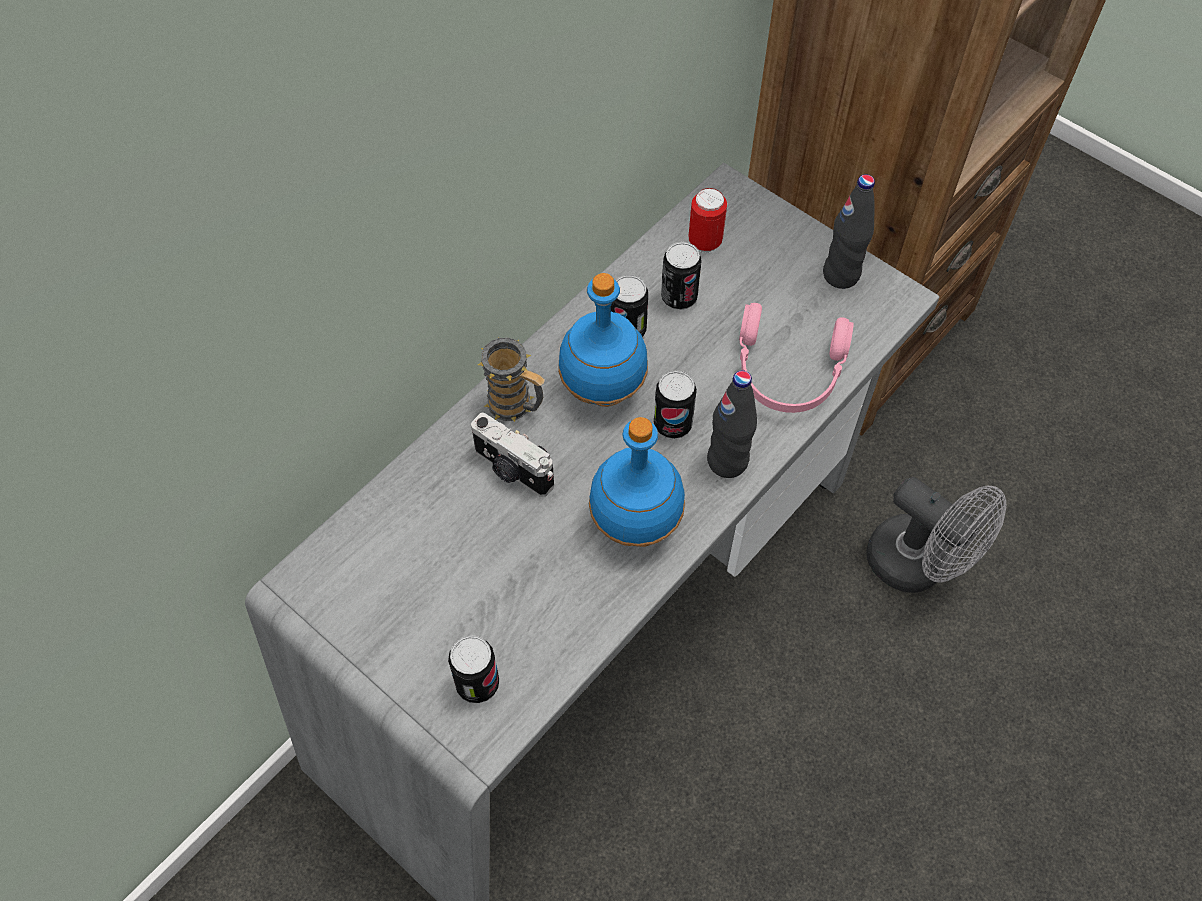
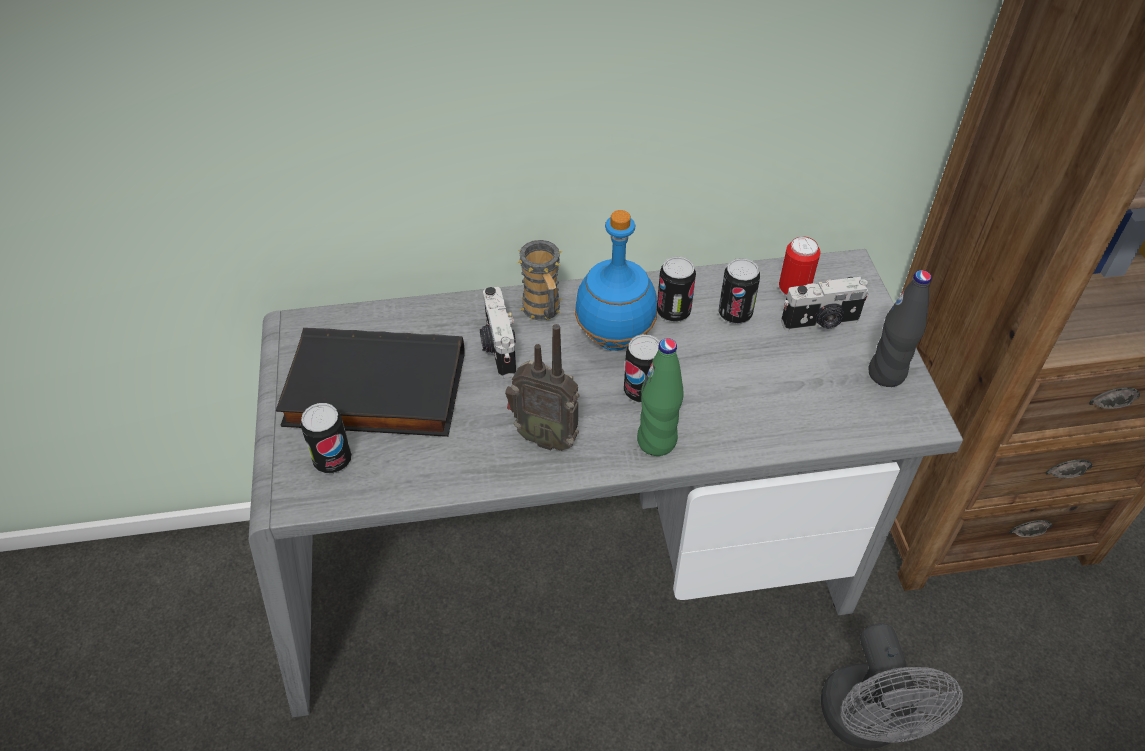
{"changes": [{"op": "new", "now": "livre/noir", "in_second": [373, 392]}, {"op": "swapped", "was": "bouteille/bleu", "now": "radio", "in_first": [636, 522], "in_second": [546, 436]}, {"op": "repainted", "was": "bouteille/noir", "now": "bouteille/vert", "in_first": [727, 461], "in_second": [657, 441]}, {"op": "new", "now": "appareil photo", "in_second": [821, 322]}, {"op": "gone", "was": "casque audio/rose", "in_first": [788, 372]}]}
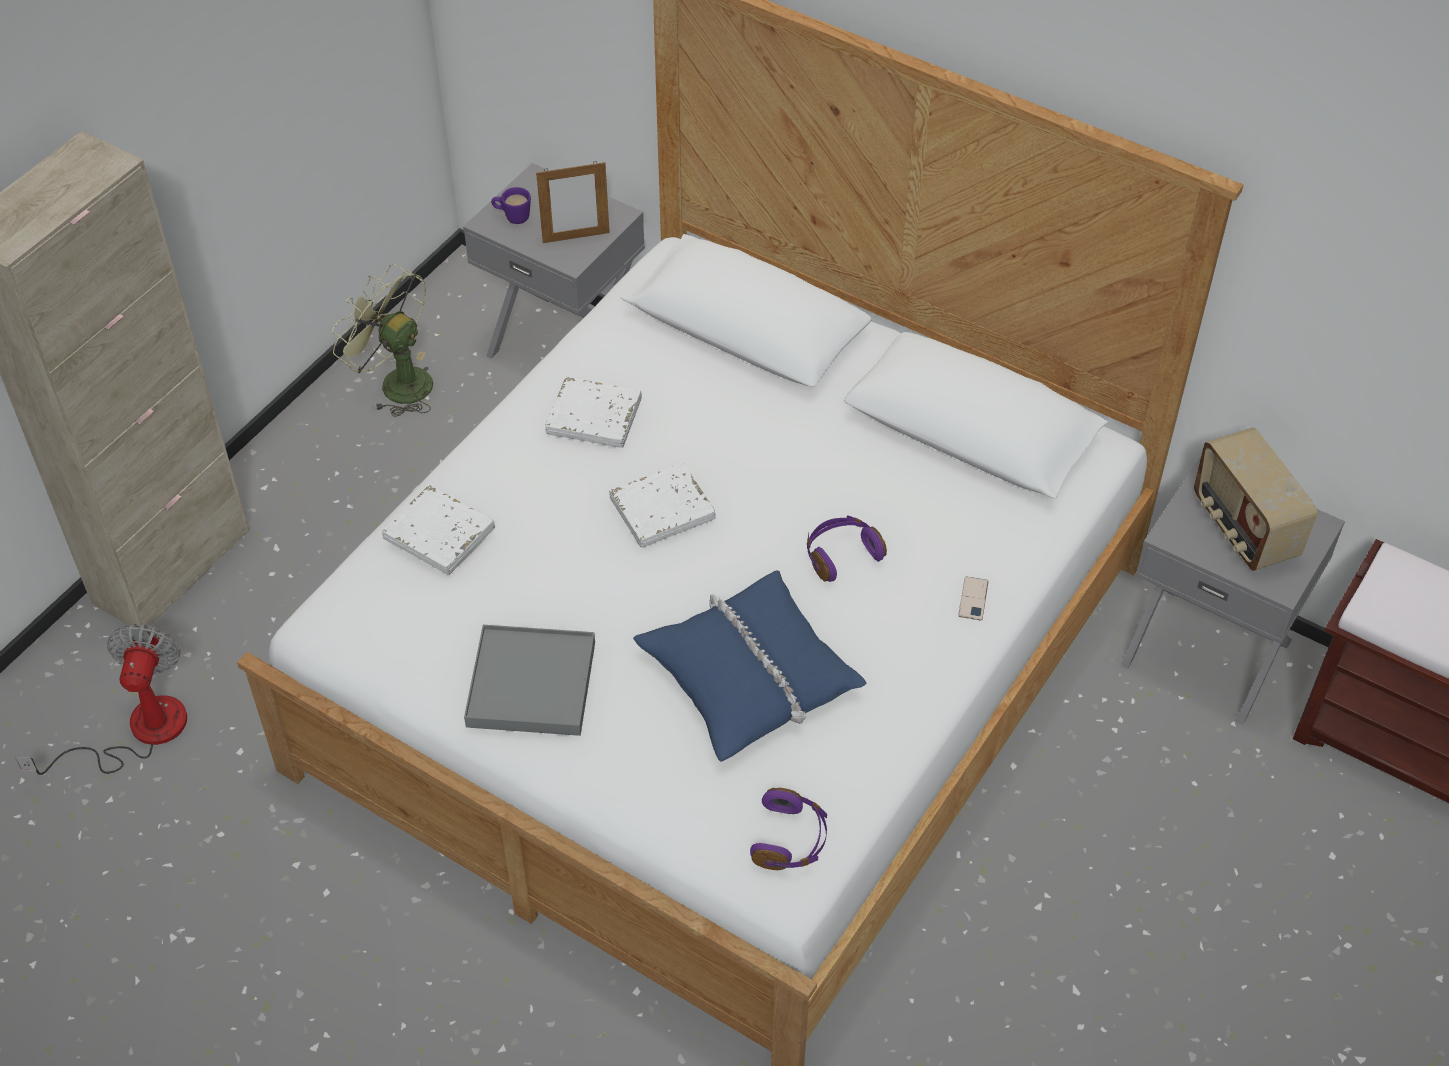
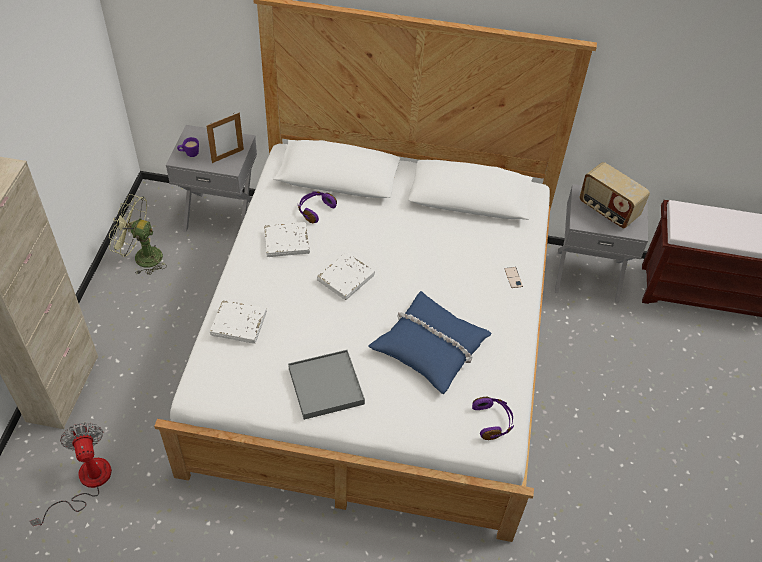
{"changes": [{"op": "shifted", "was": "casque audio/violet", "in_first": [841, 554], "in_second": [315, 210]}]}
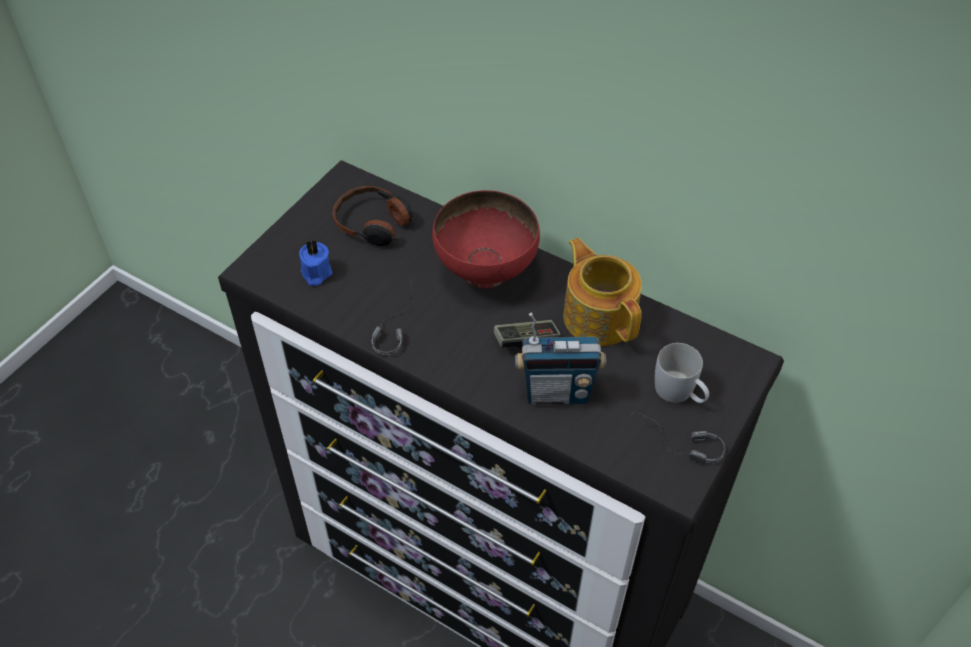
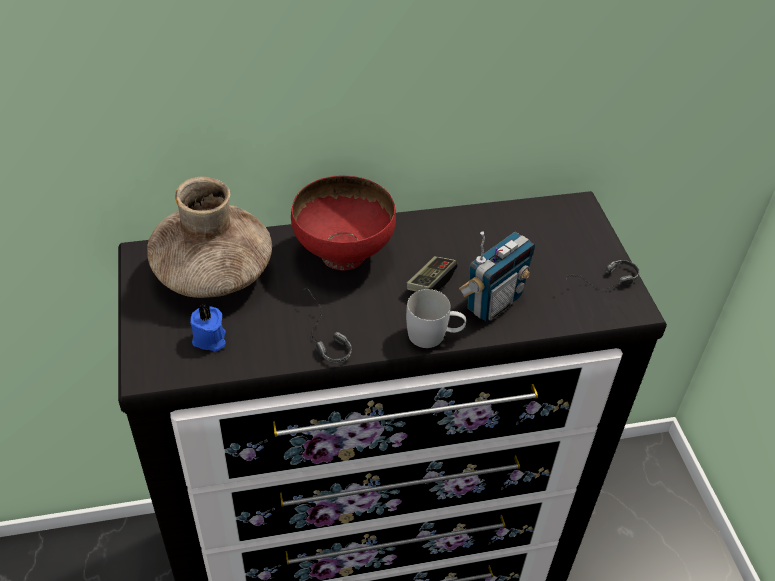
{"changes": [{"op": "swapped", "was": "casque audio", "now": "vase/marron", "in_first": [374, 224], "in_second": [213, 273]}, {"op": "shifted", "was": "mug/blanc", "in_first": [679, 393], "in_second": [434, 336]}, {"op": "gone", "was": "théière", "in_first": [599, 316]}]}
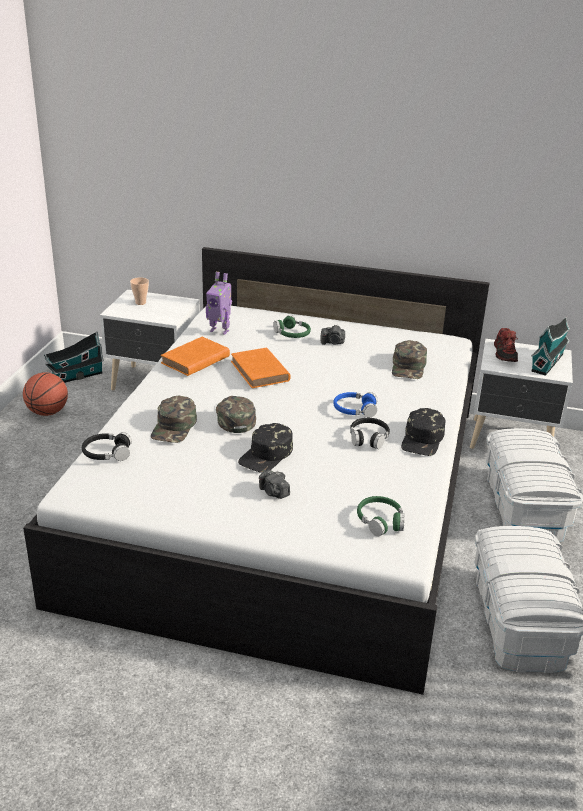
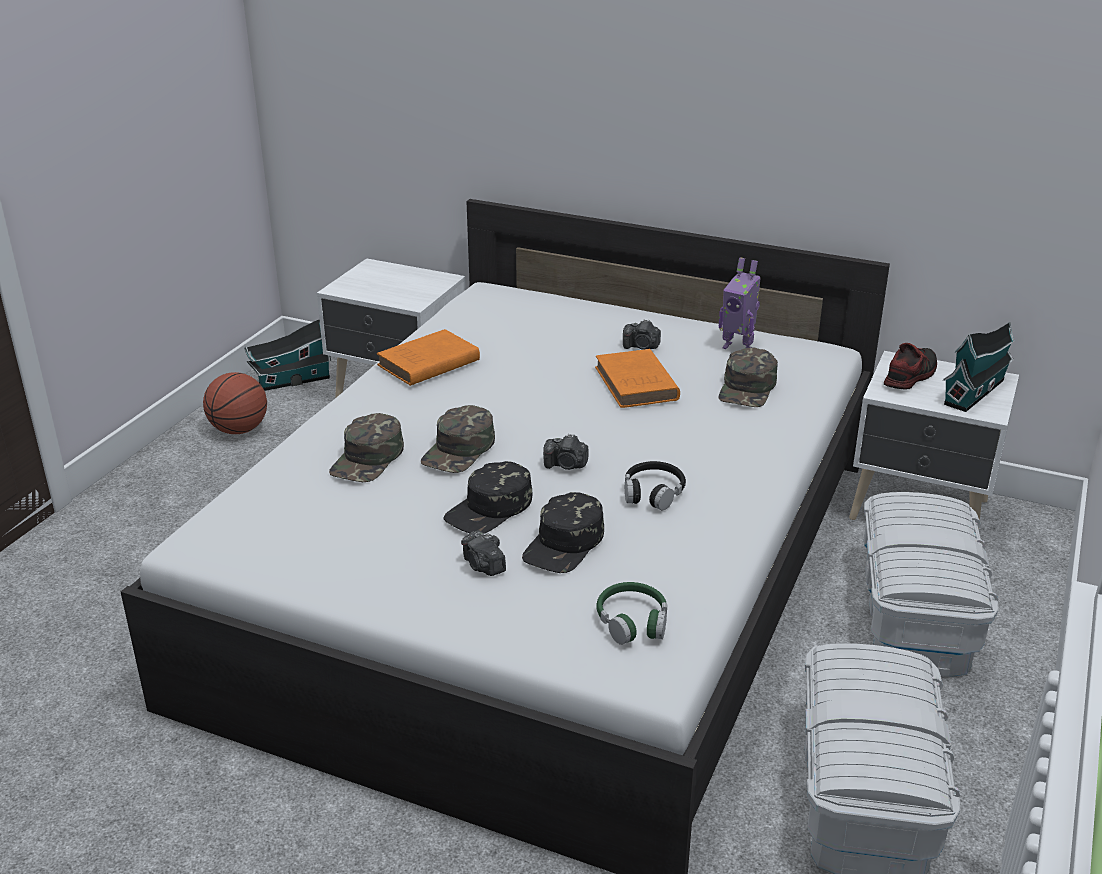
{"changes": [{"op": "rotated", "was": "casquette/vert", "in_first": [234, 417], "in_second": [459, 450], "clockwise": -150}, {"op": "shifted", "was": "casquette/noir", "in_first": [423, 439], "in_second": [565, 544]}, {"op": "new", "now": "appareil photo", "in_second": [566, 465]}, {"op": "shifted", "was": "livre/orange", "in_first": [260, 372], "in_second": [637, 385]}, {"op": "shifted", "was": "robot jouet", "in_first": [220, 330], "in_second": [737, 347]}, {"op": "rotated", "was": "chaussure", "in_first": [505, 354], "in_second": [909, 376], "clockwise": -150}, {"op": "gone", "was": "casque audio/noir", "in_first": [107, 453]}, {"op": "gone", "was": "tasse", "in_first": [140, 303]}, {"op": "gone", "was": "casque audio/vert", "in_first": [292, 334]}, {"op": "gone", "was": "casque audio/bleu", "in_first": [354, 410]}]}
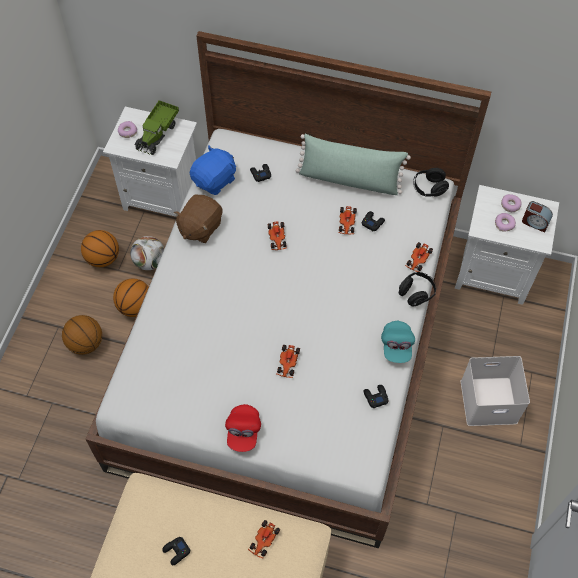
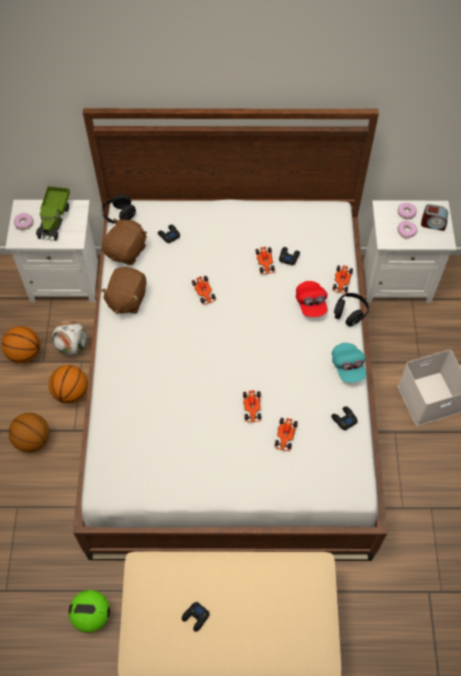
{"changes": [{"op": "new", "now": "ballon de foot", "in_second": [91, 615]}, {"op": "shifted", "was": "casque audio/noir", "in_first": [429, 188], "in_second": [119, 216]}, {"op": "repainted", "was": "peluche/bleu", "now": "peluche/marron", "in_first": [215, 180], "in_second": [127, 251]}, {"op": "shifted", "was": "petite voiture", "in_first": [263, 540], "in_second": [285, 436]}, {"op": "shifted", "was": "casquette/rouge", "in_first": [243, 431], "in_second": [311, 304]}, {"op": "gone", "was": "coussin/vert", "in_first": [349, 179]}]}
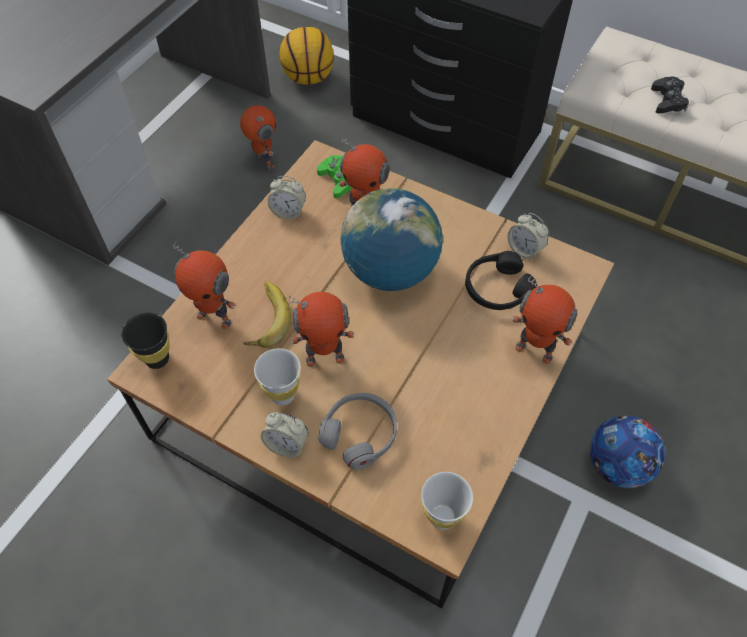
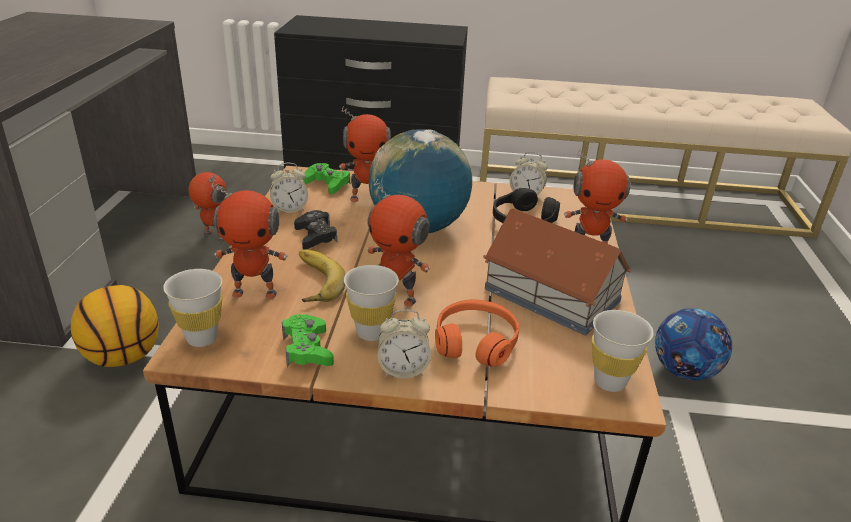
{"changes": [{"op": "shifted", "was": "ballon de basket", "in_first": [308, 78], "in_second": [123, 356]}, {"op": "repainted", "was": "tasse/noir", "now": "tasse/blanc", "in_first": [157, 359], "in_second": [202, 338]}, {"op": "new", "now": "manette/vert", "in_second": [307, 349]}, {"op": "shifted", "was": "manette/noir", "in_first": [667, 100], "in_second": [315, 236]}, {"op": "rotated", "was": "robot jouet", "in_first": [325, 357], "in_second": [397, 296], "clockwise": 60}, {"op": "repainted", "was": "casque audio/gris", "now": "casque audio/orange", "in_first": [360, 433], "in_second": [476, 341]}, {"op": "new", "now": "maison miniature", "in_second": [552, 296]}]}
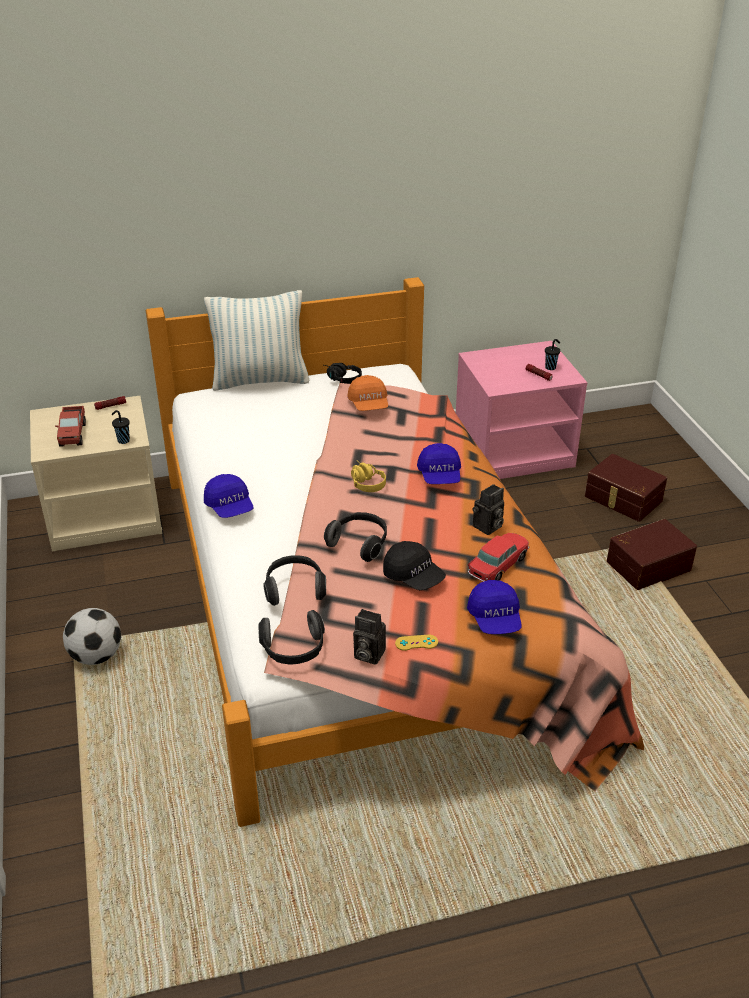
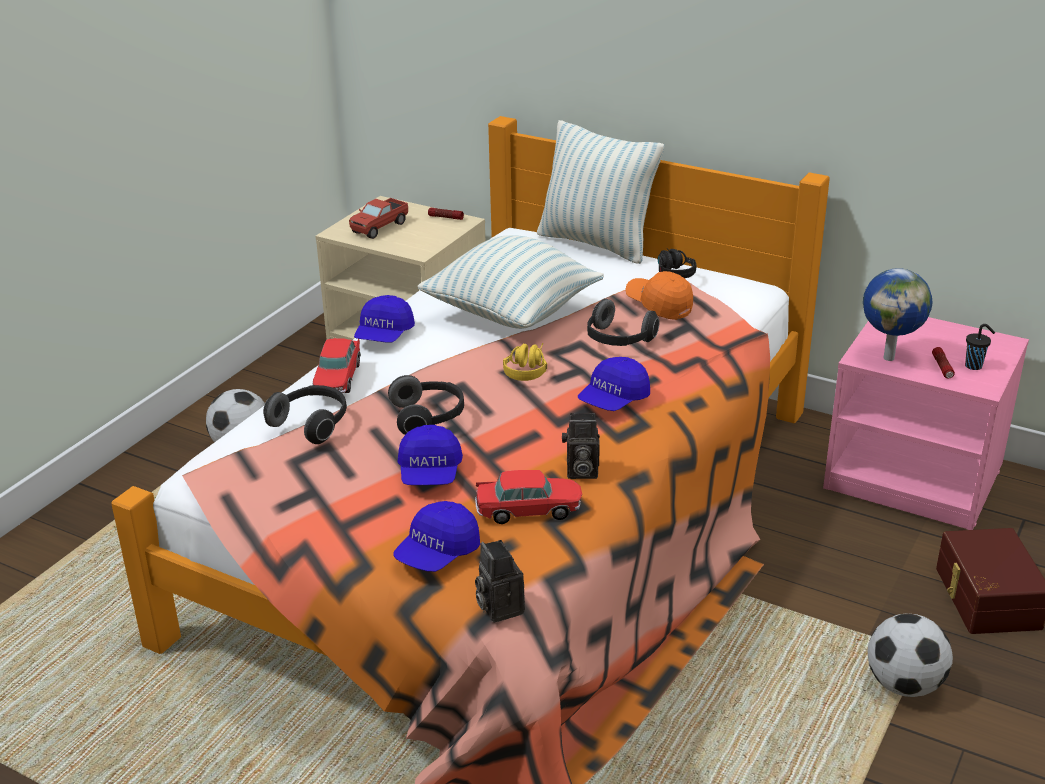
{"changes": [{"op": "new", "now": "petite voiture", "in_second": [338, 378]}, {"op": "repainted", "was": "casquette/noir", "now": "casquette/bleu", "in_first": [413, 577], "in_second": [430, 473]}, {"op": "new", "now": "coussin", "in_second": [511, 315]}, {"op": "shifted", "was": "appareil photo", "in_first": [367, 654], "in_second": [498, 607]}, {"op": "shifted", "was": "casque audio", "in_first": [293, 650], "in_second": [618, 340]}, {"op": "rotated", "was": "casquette/orange", "in_first": [369, 405], "in_second": [658, 305], "clockwise": 105}, {"op": "new", "now": "globe", "in_second": [889, 357]}, {"op": "swapped", "was": "boîte de rangement/marron", "now": "ballon de foot", "in_first": [647, 565], "in_second": [904, 685]}, {"op": "gone", "was": "tasse/noir", "in_first": [123, 440]}, {"op": "gone", "was": "manette/jaune", "in_first": [416, 643]}]}
